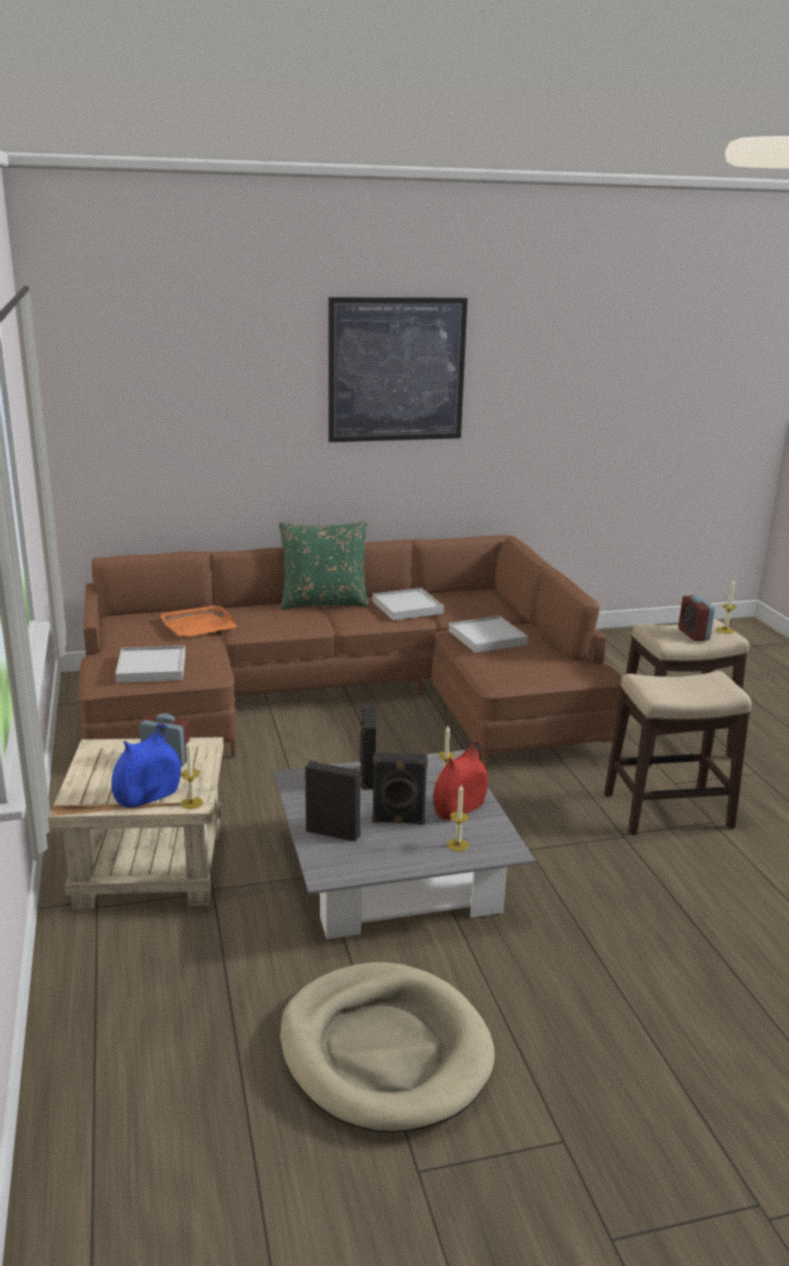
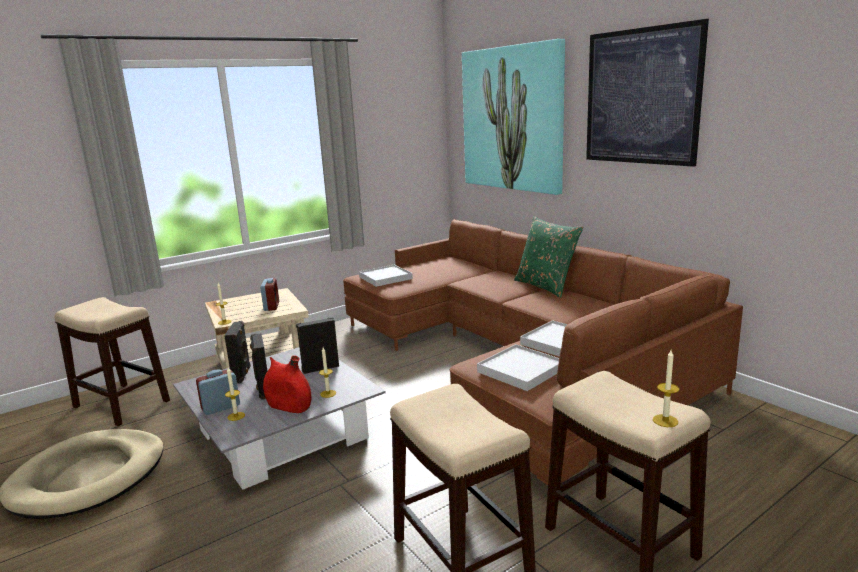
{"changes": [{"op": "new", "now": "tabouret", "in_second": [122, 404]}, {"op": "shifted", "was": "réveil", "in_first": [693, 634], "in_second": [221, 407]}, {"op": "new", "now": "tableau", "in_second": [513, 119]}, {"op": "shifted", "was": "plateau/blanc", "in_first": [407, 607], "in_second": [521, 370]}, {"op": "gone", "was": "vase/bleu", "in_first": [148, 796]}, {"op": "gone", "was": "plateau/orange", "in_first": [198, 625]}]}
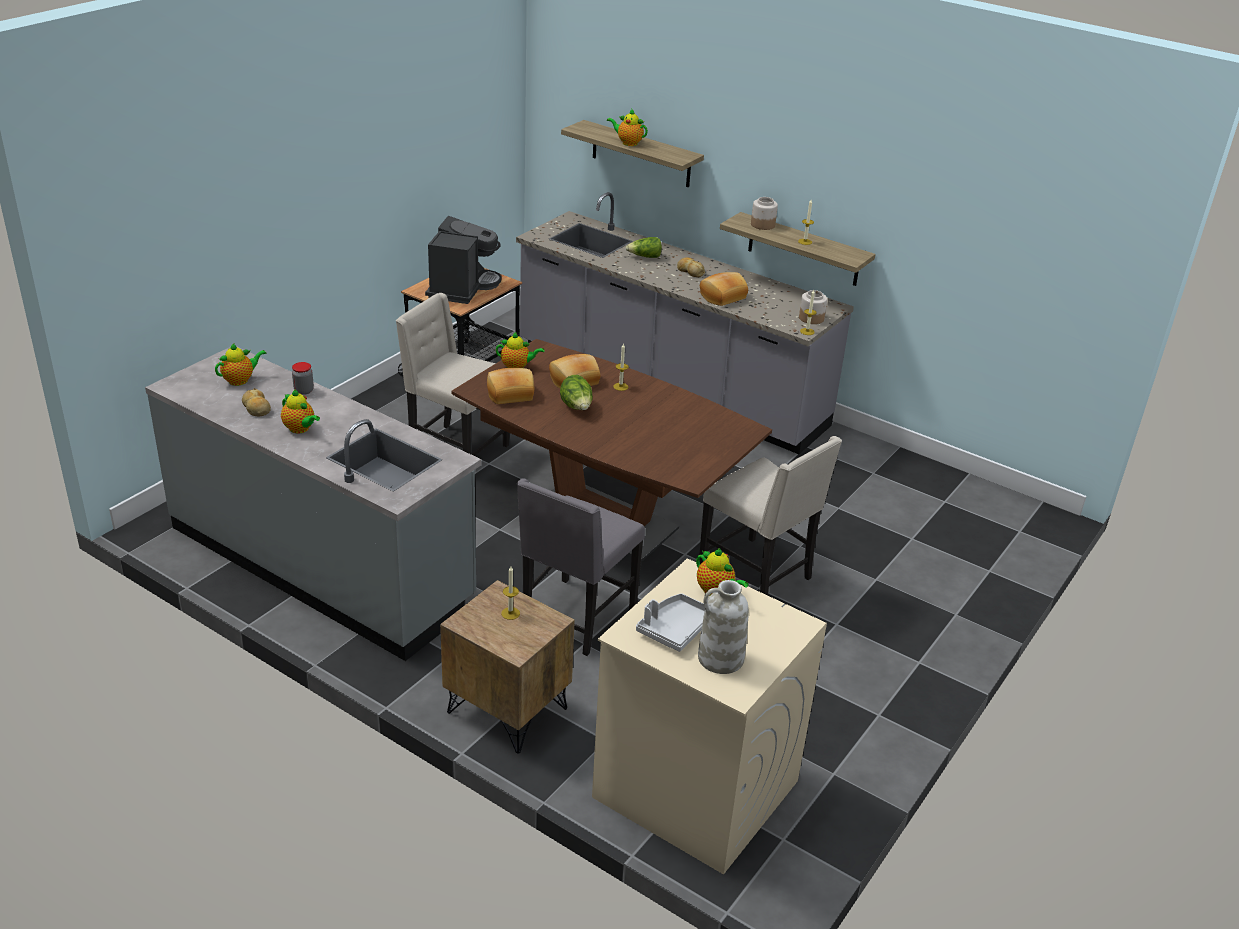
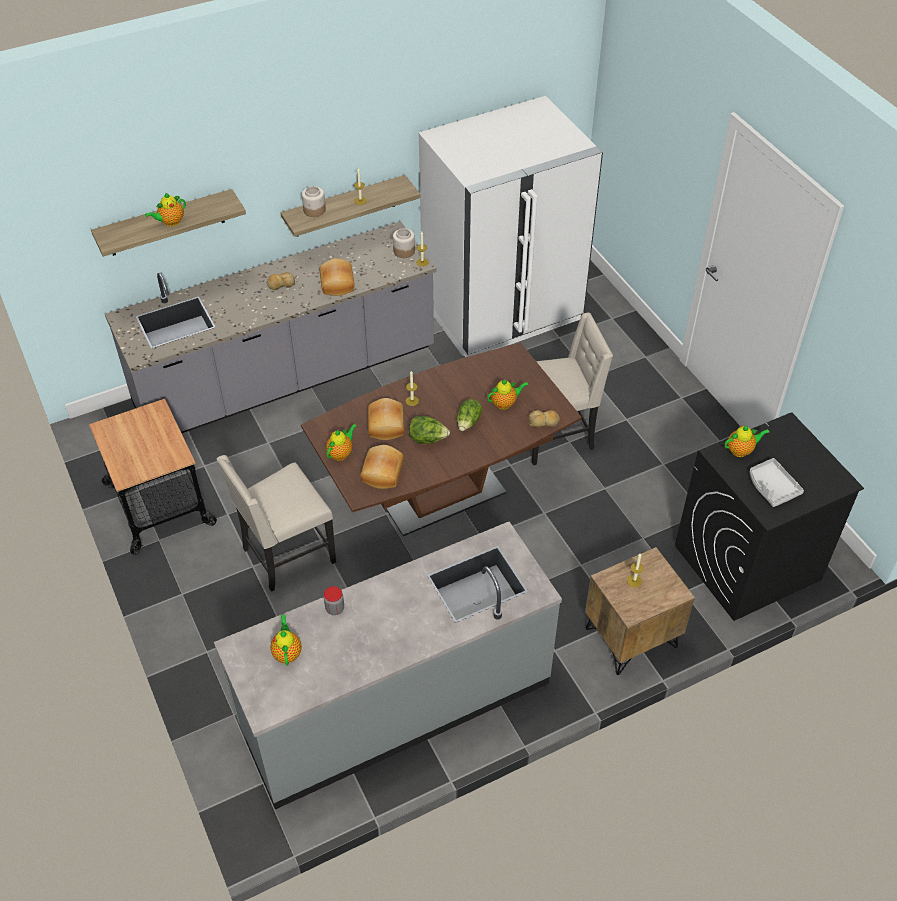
{"changes": [{"op": "new", "now": "réfrigérateur/blanc", "in_second": [502, 312]}, {"op": "shifted", "was": "laitue", "in_first": [645, 257], "in_second": [468, 422]}, {"op": "shifted", "was": "théière", "in_first": [300, 429], "in_second": [505, 403]}, {"op": "shifted", "was": "pain", "in_first": [256, 408], "in_second": [544, 422]}, {"op": "repainted", "was": "lave-linge/beige", "now": "lave-linge/noir", "in_first": [694, 789], "in_second": [746, 563]}, {"op": "gone", "was": "machine à café", "in_first": [461, 287]}, {"op": "gone", "was": "chaise/gris", "in_first": [576, 619]}, {"op": "gone", "was": "vase/blanc", "in_first": [720, 659]}]}
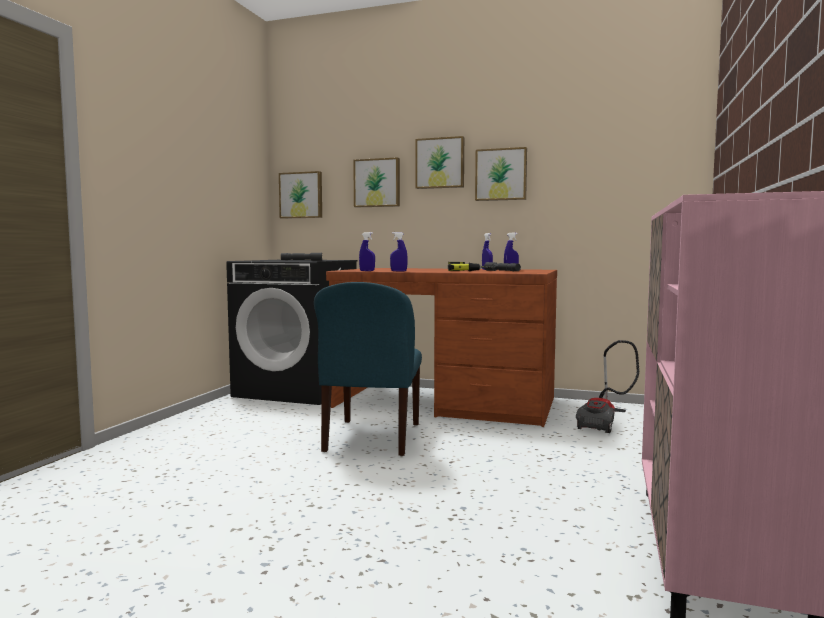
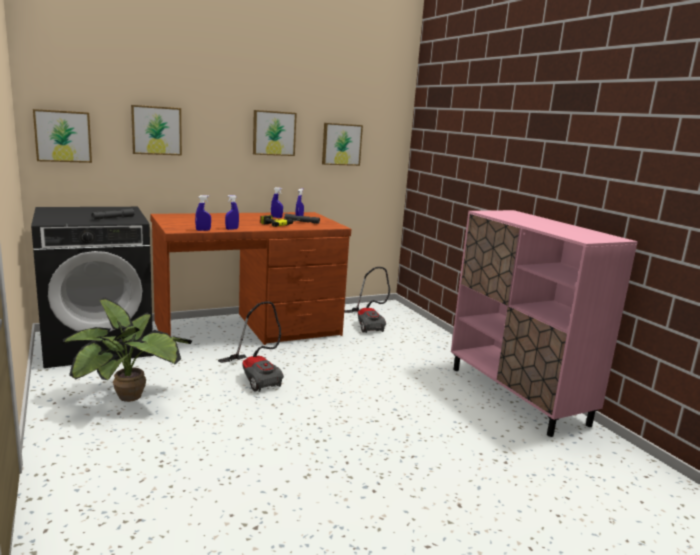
{"changes": [{"op": "new", "now": "plante en pot", "in_second": [130, 399]}, {"op": "swapped", "was": "chaise/bleu", "now": "aspirateur", "in_first": [372, 438], "in_second": [256, 376]}, {"op": "shifted", "was": "tableau", "in_first": [440, 163], "in_second": [341, 144]}]}
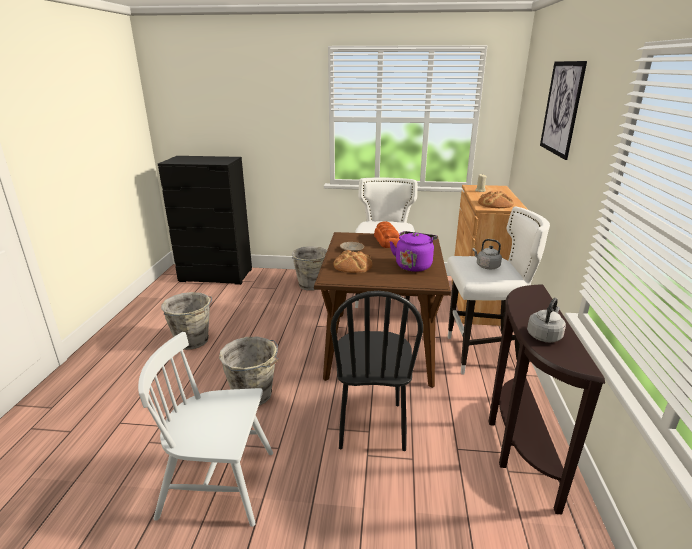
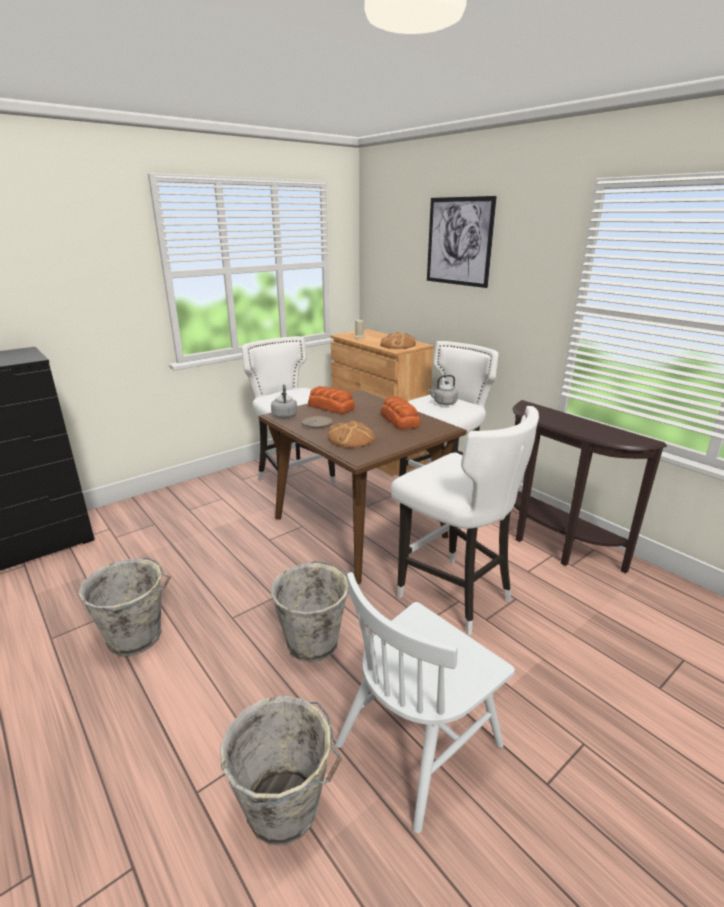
{"changes": [{"op": "shifted", "was": "seau/gris", "in_first": [311, 285], "in_second": [286, 809]}, {"op": "shifted", "was": "bouilloire/gris", "in_first": [544, 335], "in_second": [284, 415]}, {"op": "swapped", "was": "bouilloire/violet", "now": "pain", "in_first": [413, 265], "in_second": [399, 420]}, {"op": "swapped", "was": "chaise/noir", "now": "tabouret/blanc", "in_first": [371, 425], "in_second": [453, 595]}]}
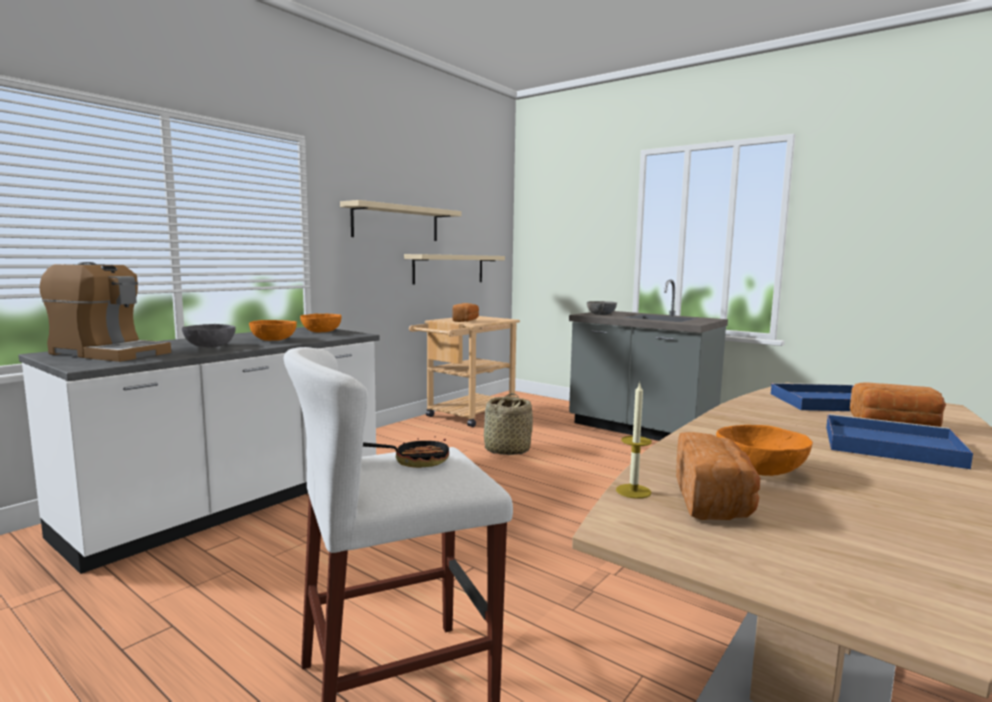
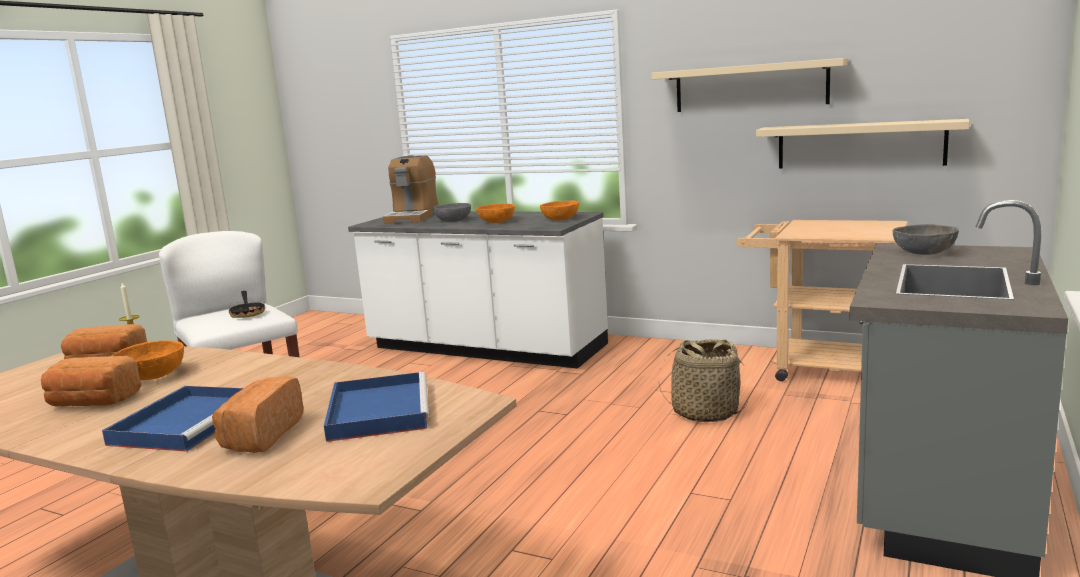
{"changes": [{"op": "shifted", "was": "pain", "in_first": [466, 321], "in_second": [92, 402]}]}
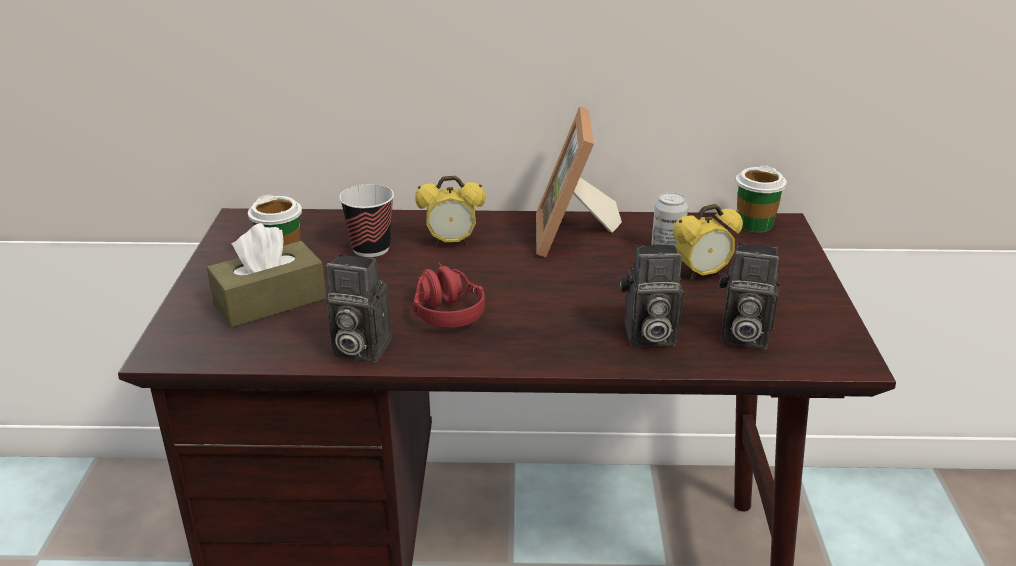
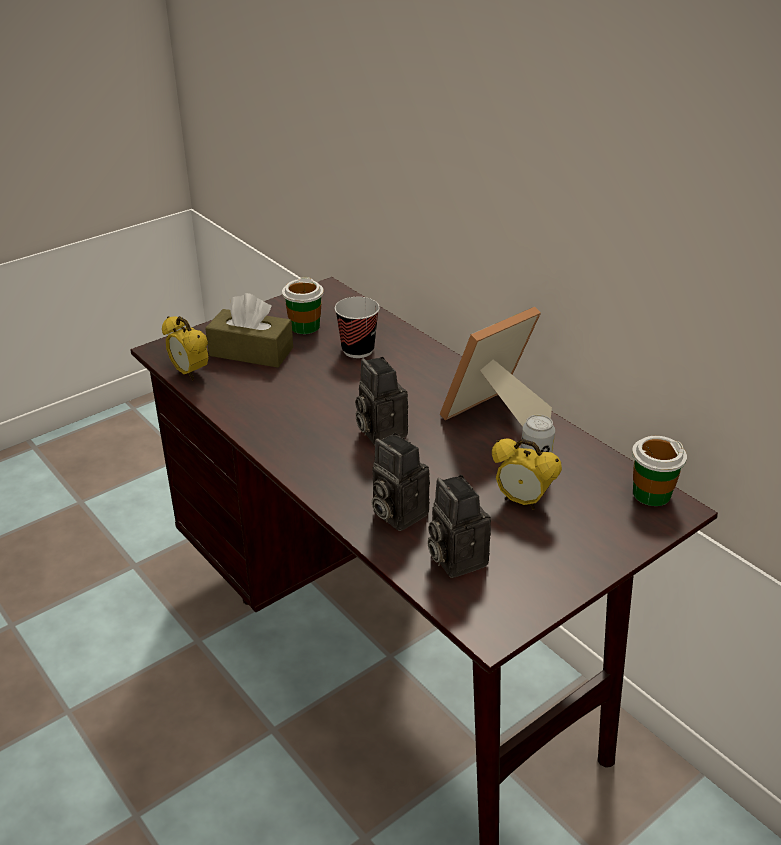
{"changes": [{"op": "shifted", "was": "réveil", "in_first": [451, 243], "in_second": [189, 373]}, {"op": "shifted", "was": "appareil photo", "in_first": [358, 348], "in_second": [379, 431]}, {"op": "gone", "was": "casque audio/rouge", "in_first": [443, 307]}]}
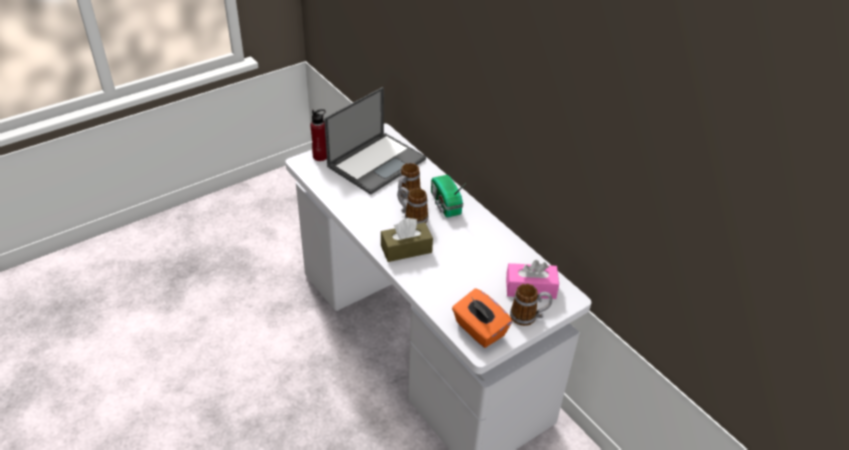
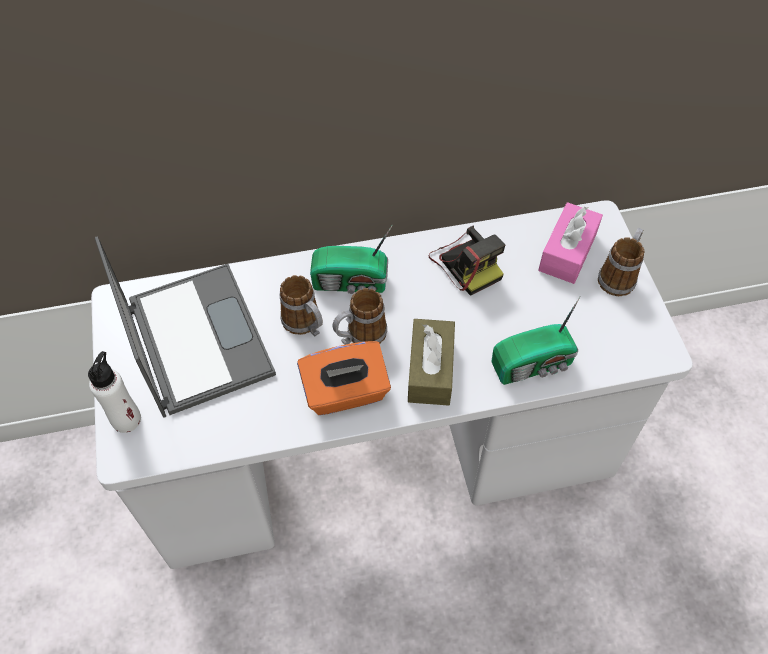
{"changes": [{"op": "repainted", "was": "bouteille/rouge", "now": "bouteille/blanc", "in_first": [320, 156], "in_second": [126, 419]}, {"op": "shifted", "was": "boîte à mouchoirs/orange", "in_first": [479, 330], "in_second": [345, 393]}, {"op": "new", "now": "appareil photo", "in_second": [466, 263]}, {"op": "new", "now": "radio", "in_second": [534, 365]}]}
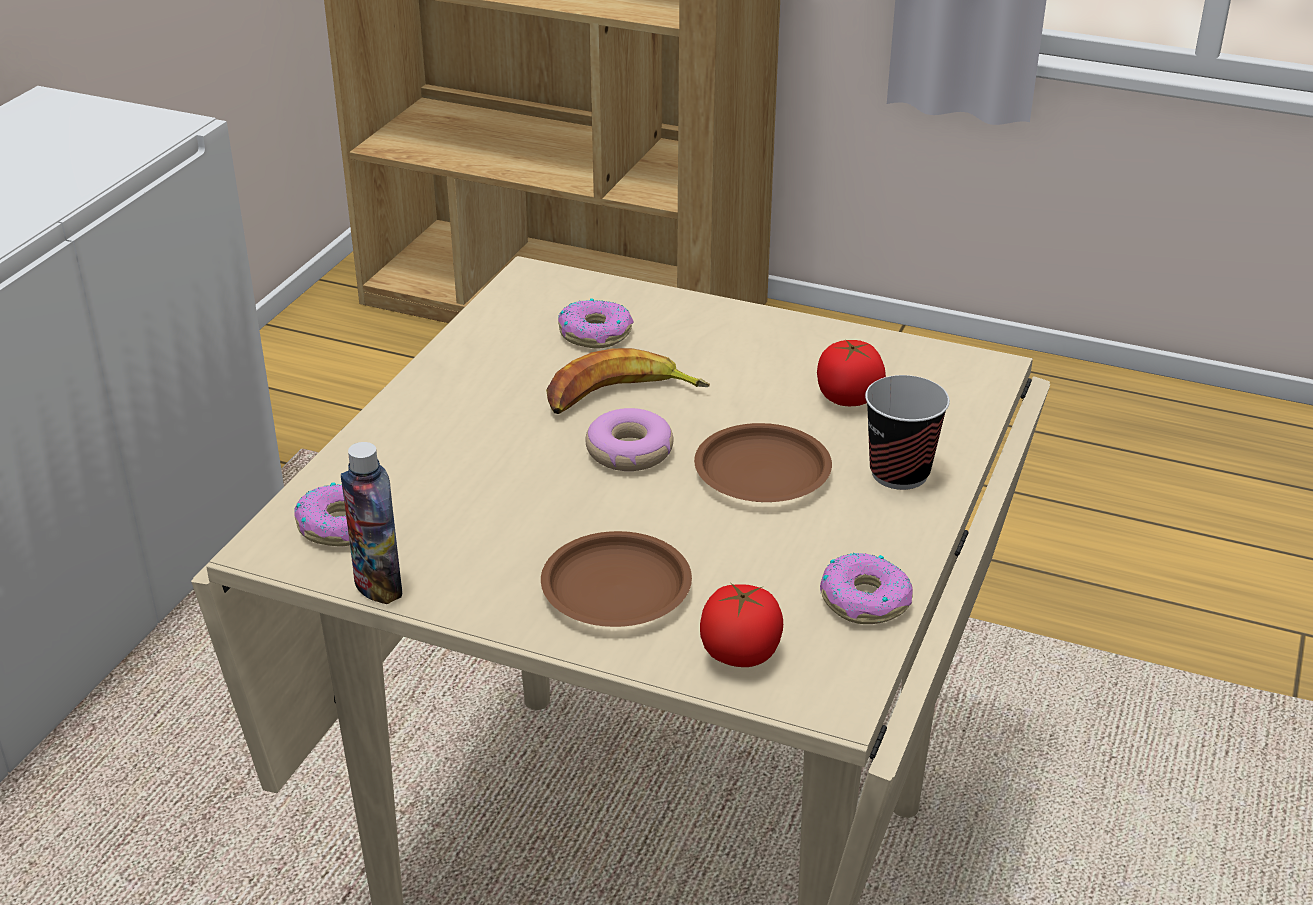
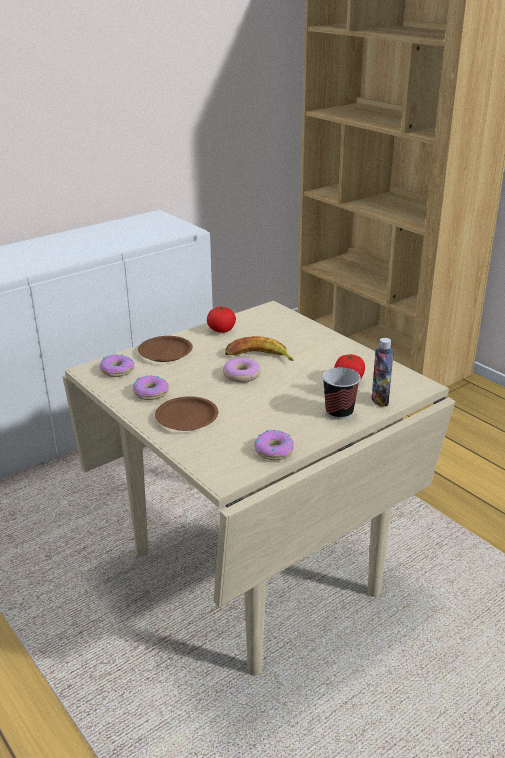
{"changes": [{"op": "shifted", "was": "beignet", "in_first": [595, 333], "in_second": [151, 392]}, {"op": "shifted", "was": "assiette/marron", "in_first": [763, 472], "in_second": [166, 352]}, {"op": "shifted", "was": "tomate", "in_first": [740, 653], "in_second": [221, 330]}, {"op": "shifted", "was": "bouteille", "in_first": [378, 586], "in_second": [380, 400]}]}
